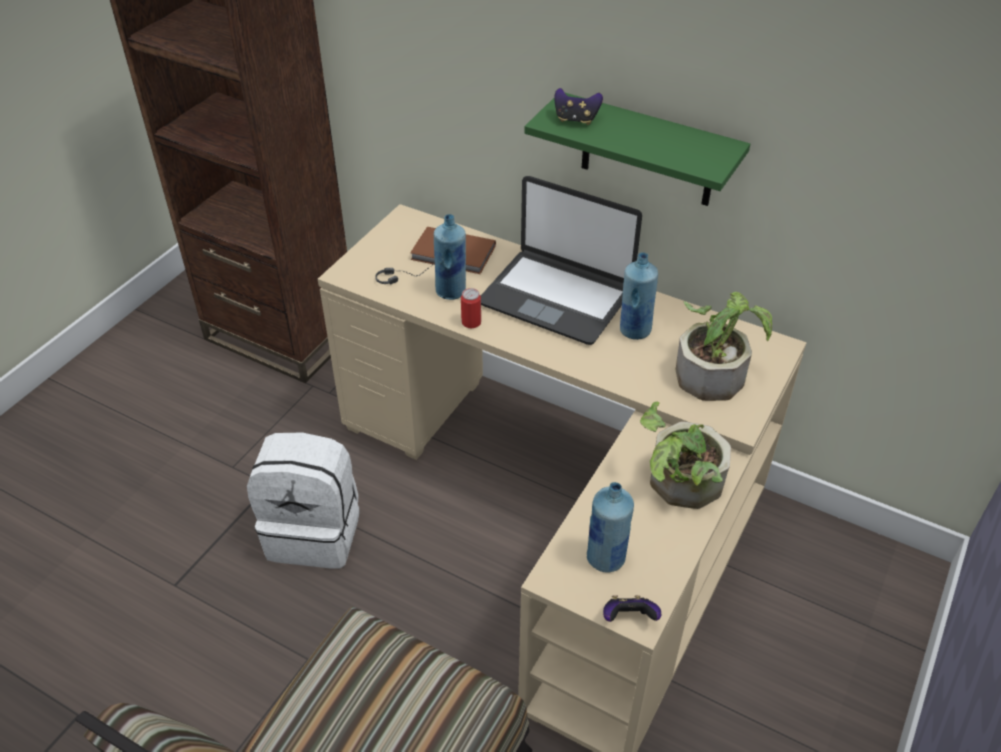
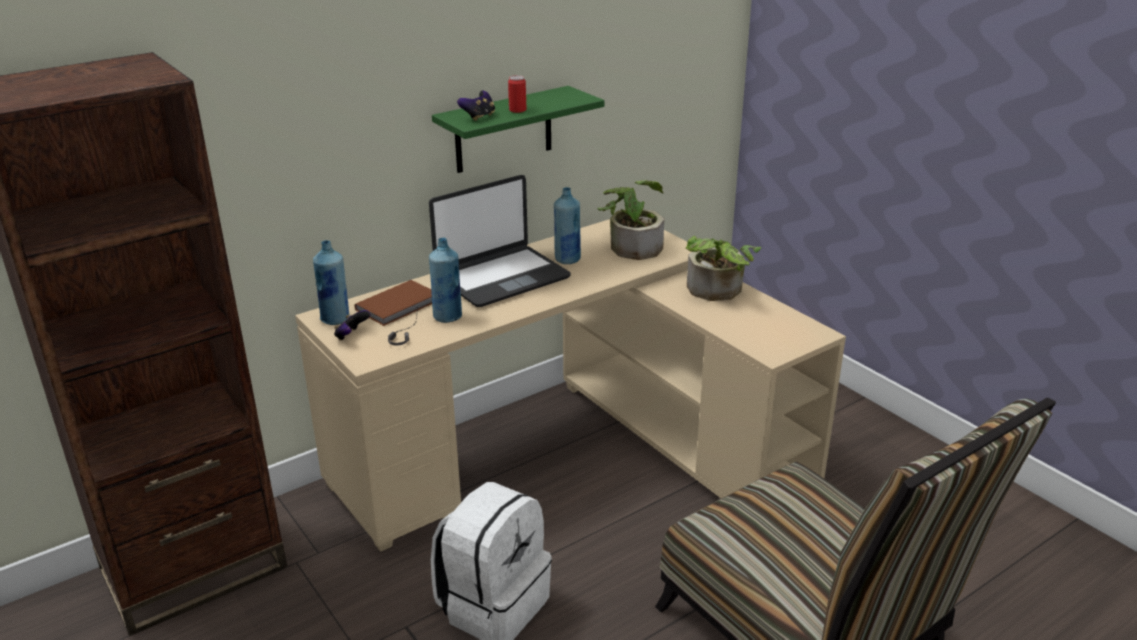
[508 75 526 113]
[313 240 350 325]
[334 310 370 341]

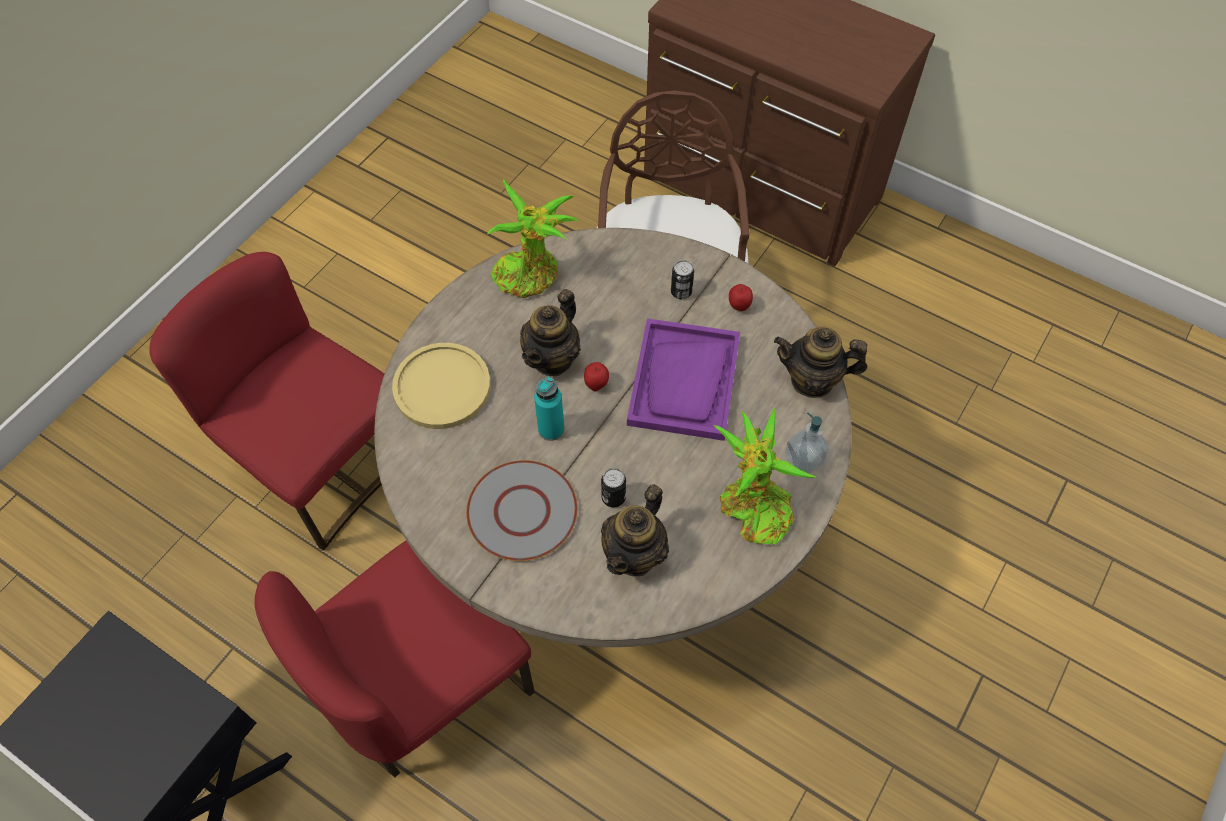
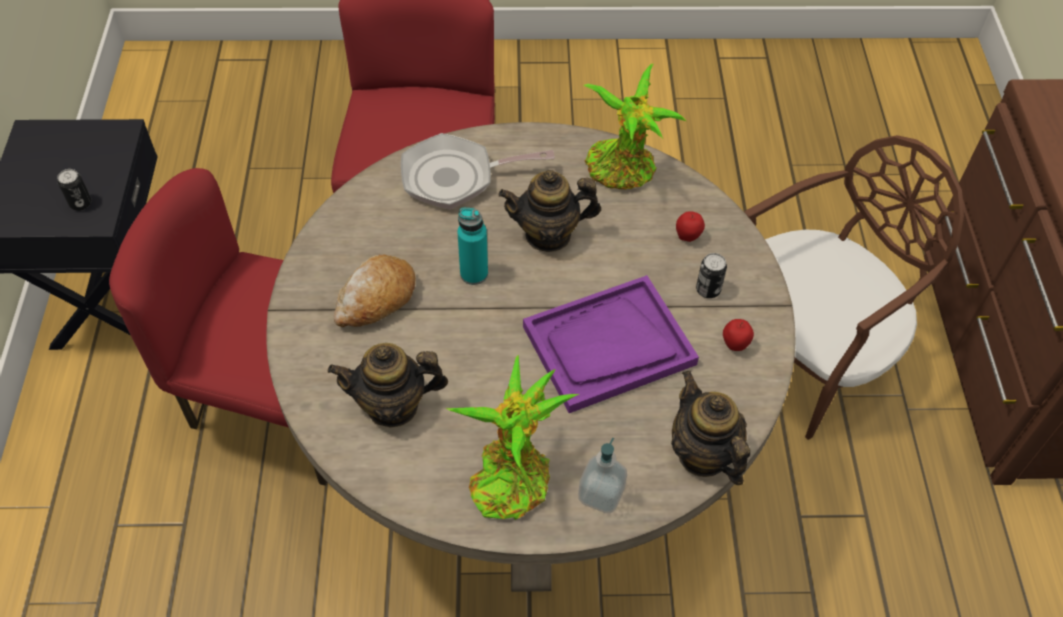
[401 133 555 210]
[676 211 705 242]
[334 254 416 327]
[57 169 91 211]

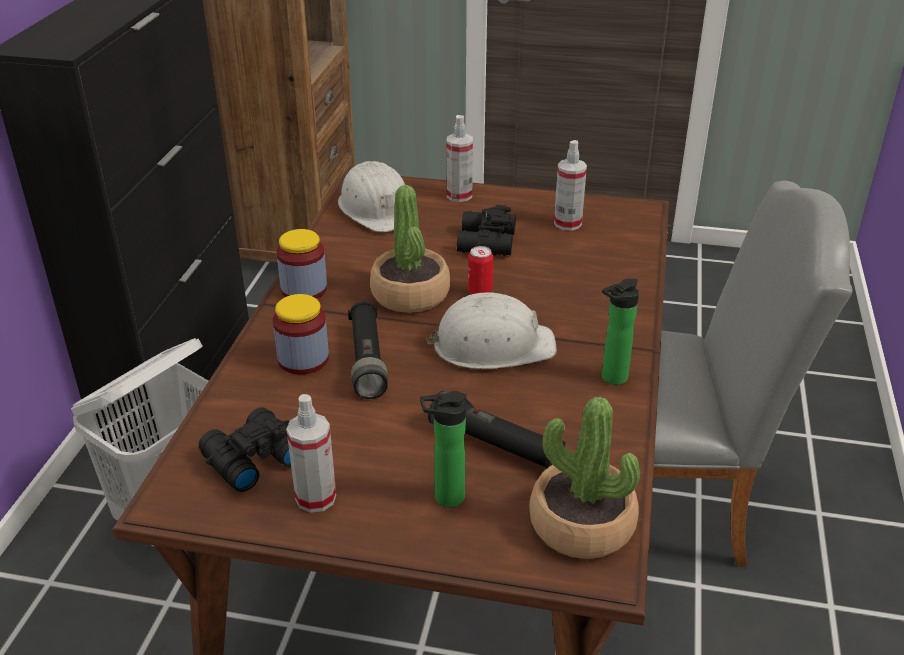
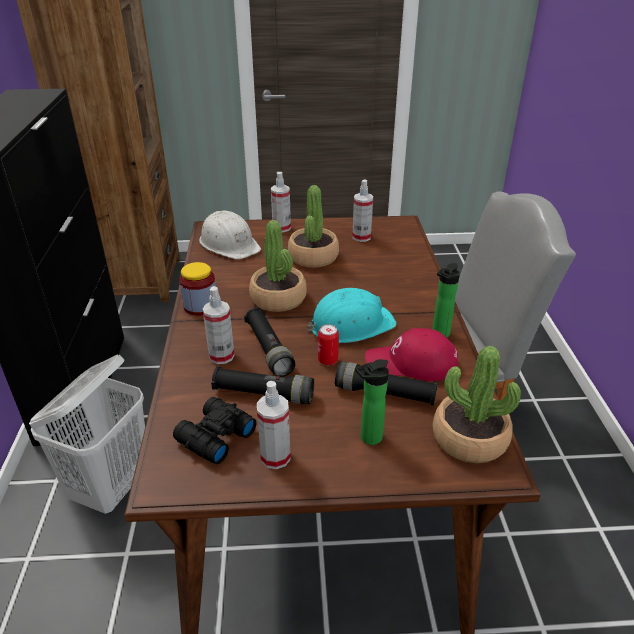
[288 185 339 268]
[318 324 339 365]
[307 288 397 343]
[203 286 235 364]
[365 328 458 381]
[211 367 314 404]

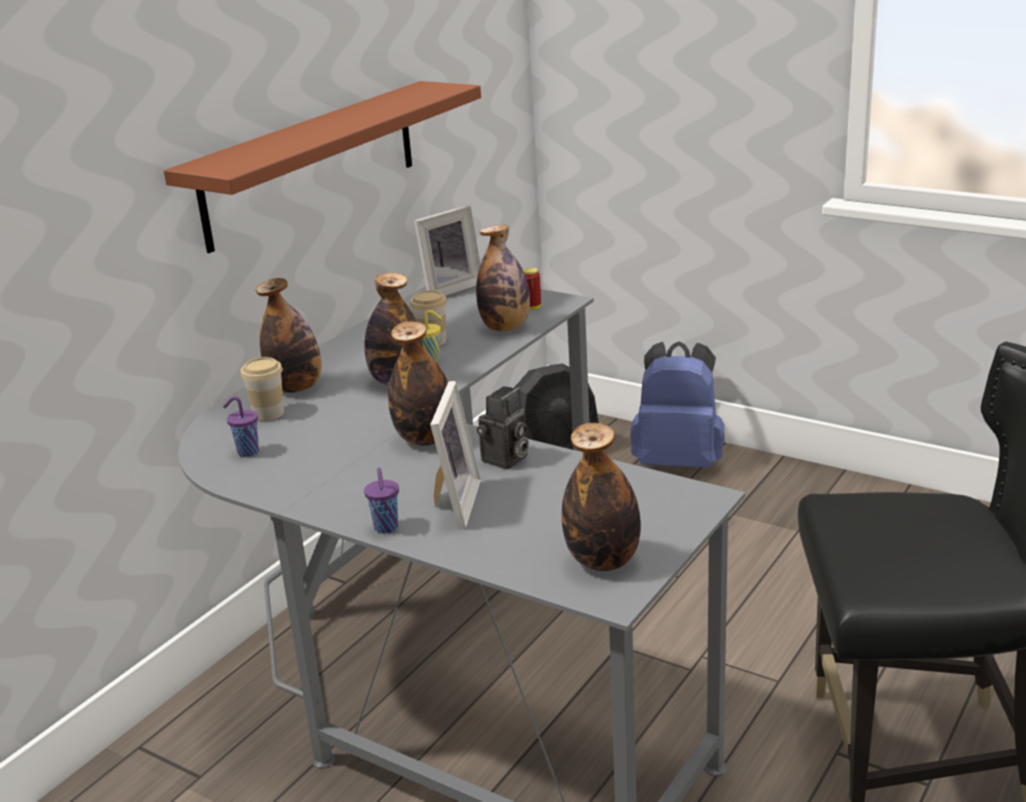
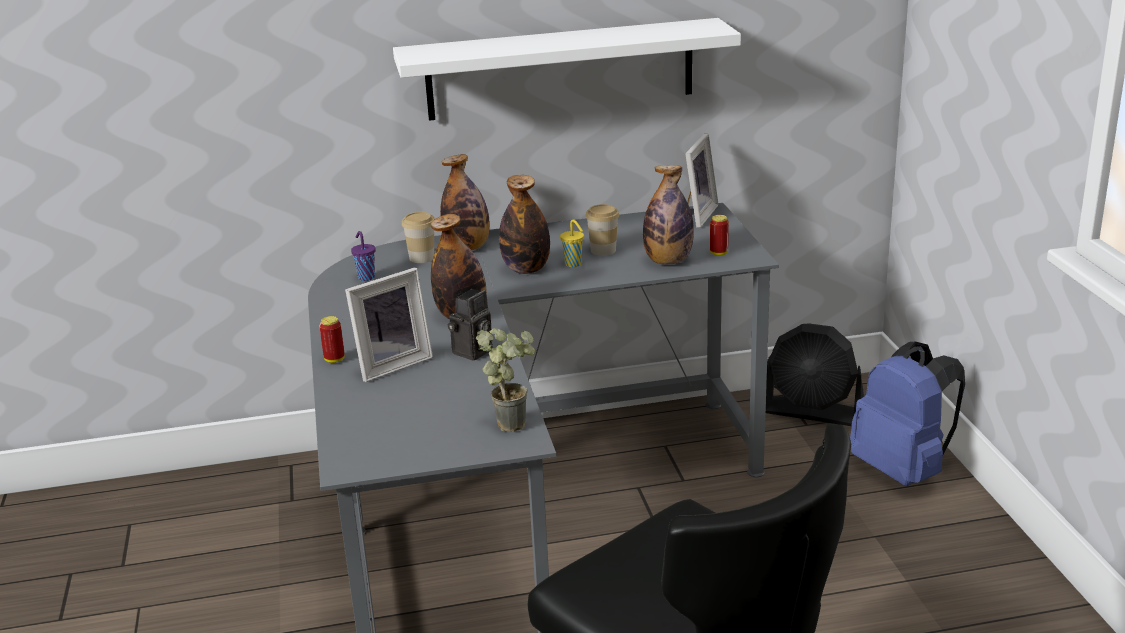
[393 18 741 121]
[685 134 719 228]
[448 289 493 361]
[562 423 641 571] (first image)
[319 316 345 363]
[476 328 535 432]

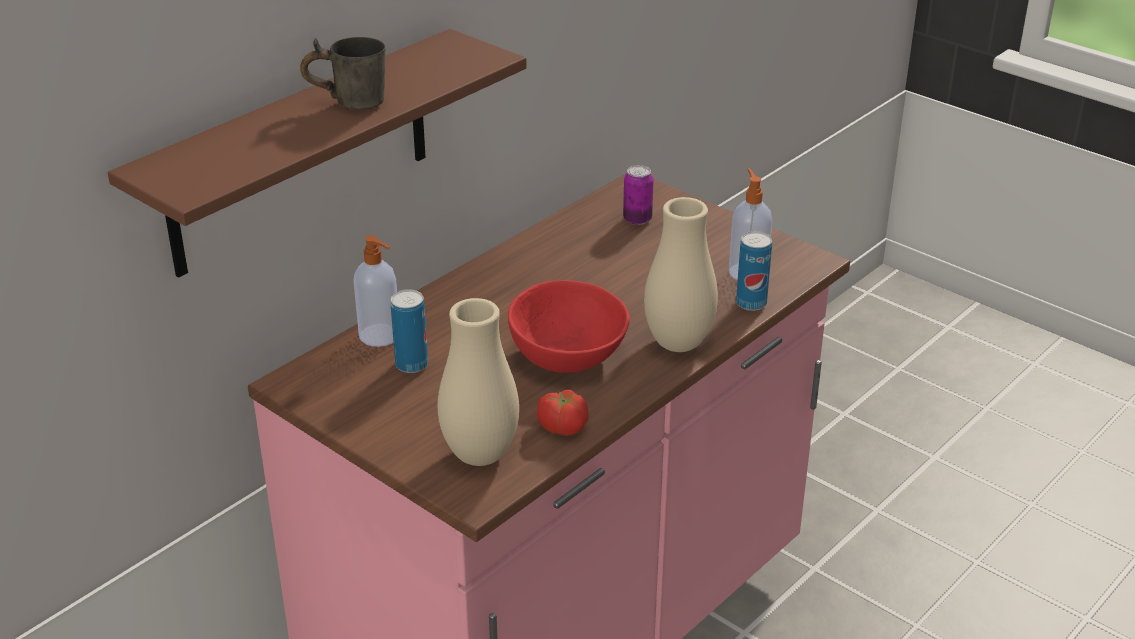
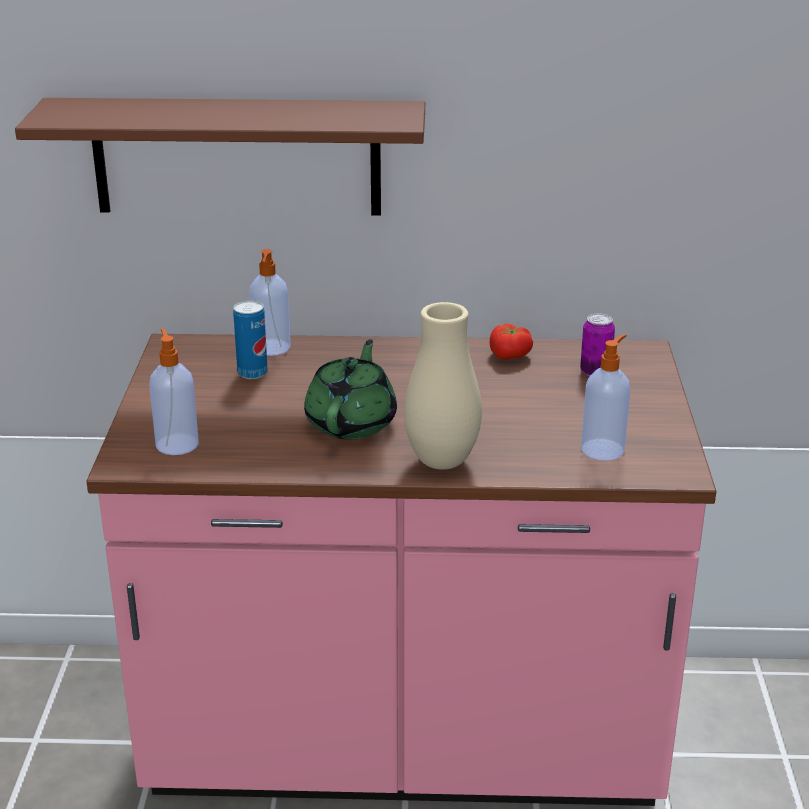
[300 37 386 110] (first image)
[736 231 772 311] (first image)
[304 339 397 439]
[149 328 199 455]
[490 323 533 360]

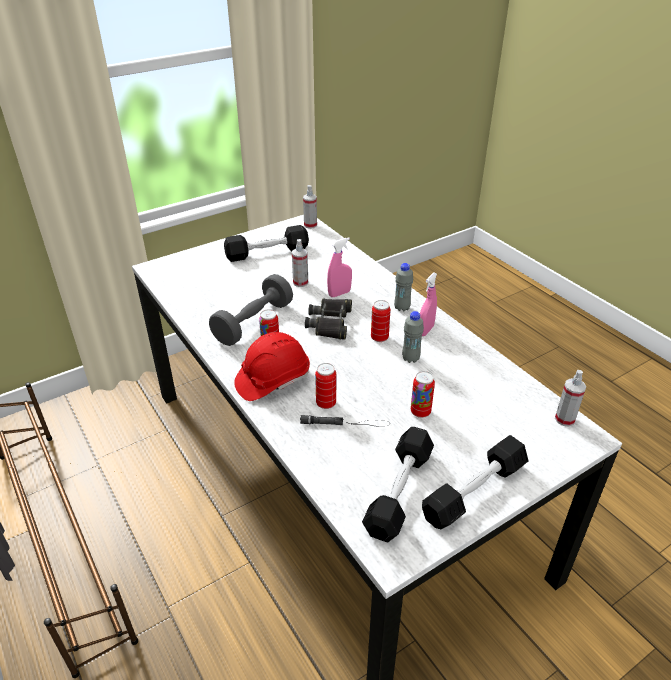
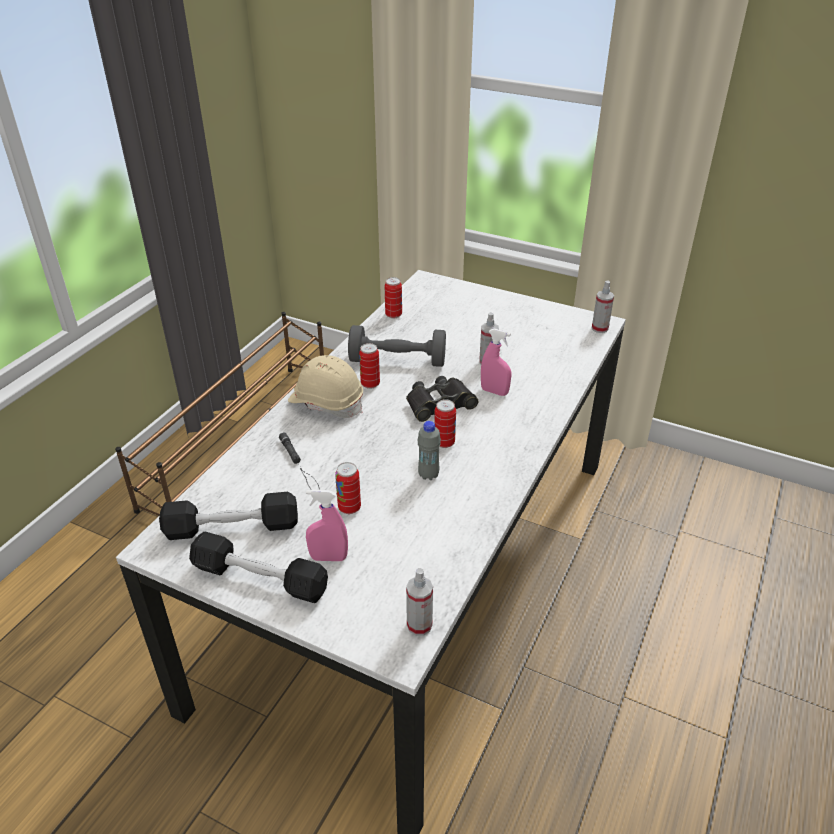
[224 225 309 262] (first image)
[394 263 413 312] (first image)
[306 490 348 561]
[288 355 363 418]
[385 277 402 319]

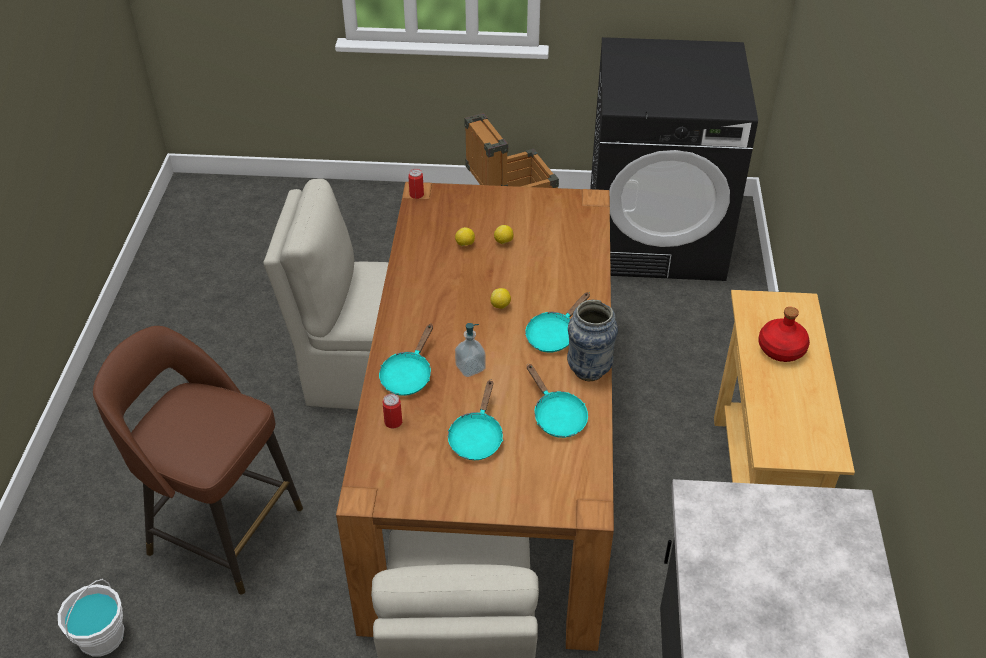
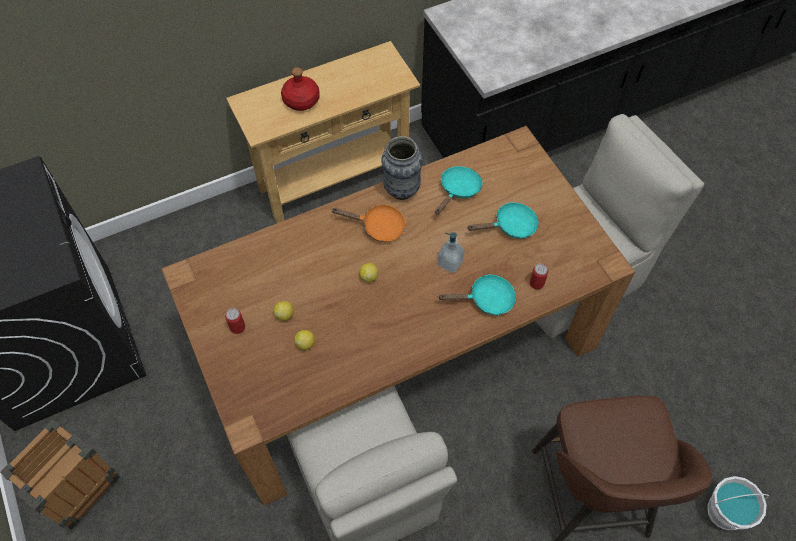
[225 308 245 334]
[331 205 406 242]

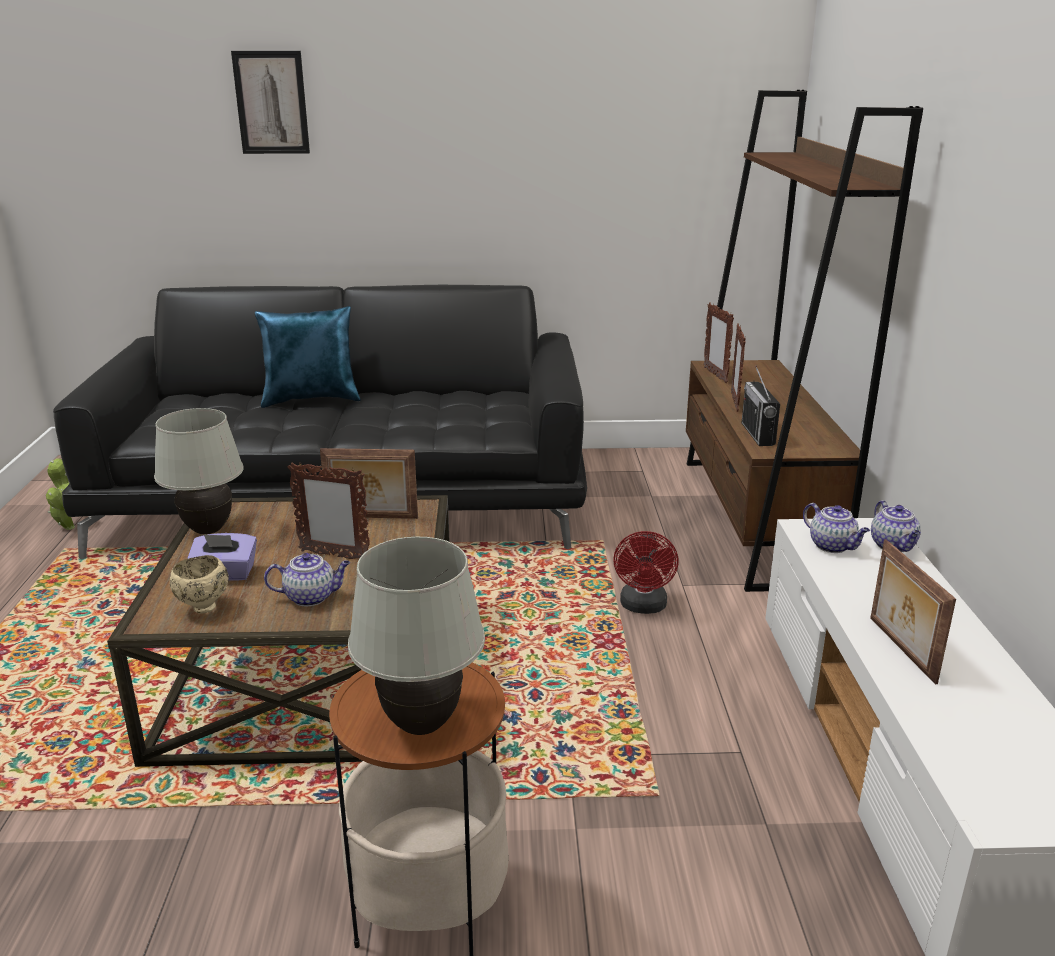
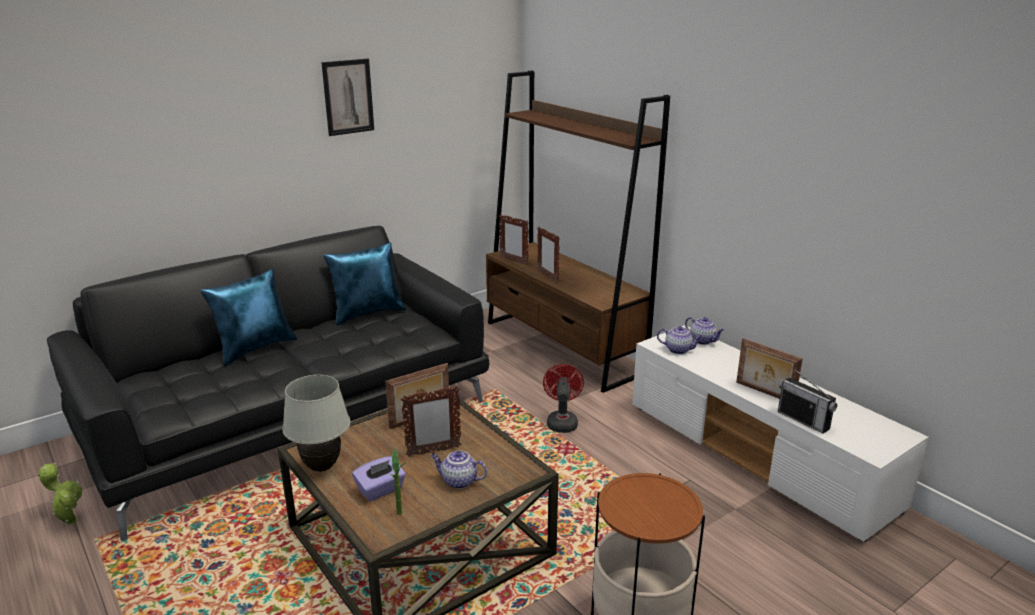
[321 59 374 136]
[778 367 837 434]
[543 364 584 433]
[348 537 485 735] (first image)
[431 451 488 489]
[391 448 405 515]
[323 242 406 325]

